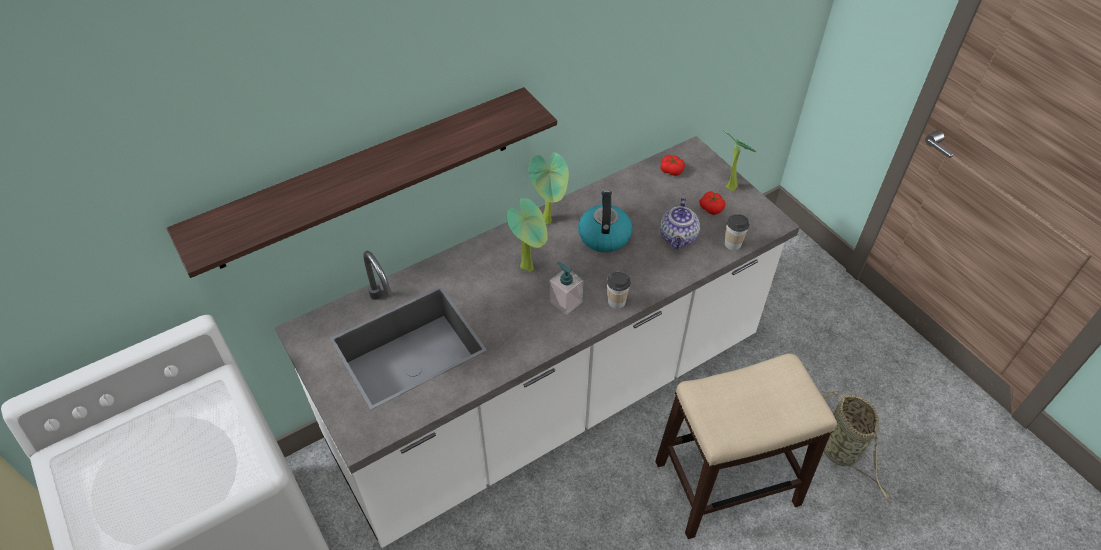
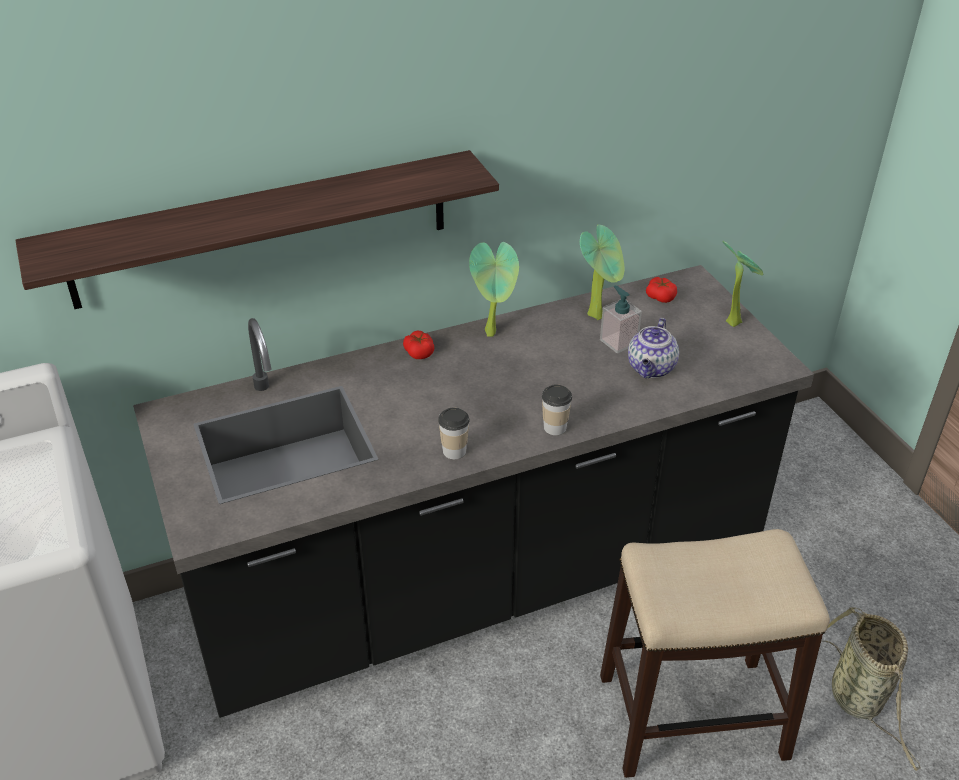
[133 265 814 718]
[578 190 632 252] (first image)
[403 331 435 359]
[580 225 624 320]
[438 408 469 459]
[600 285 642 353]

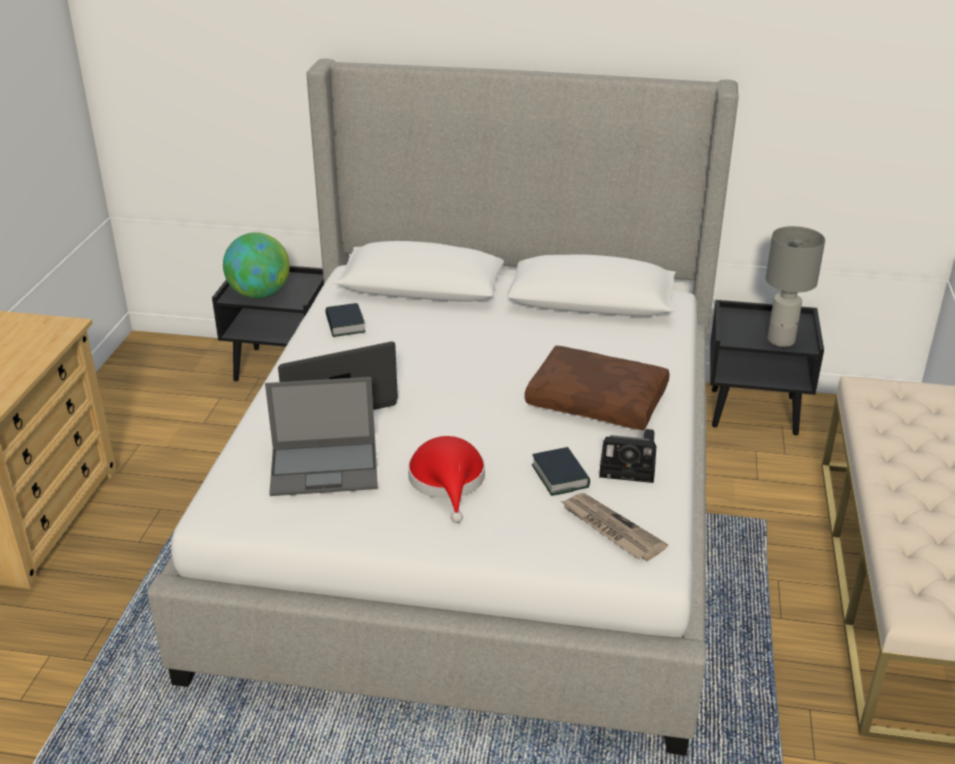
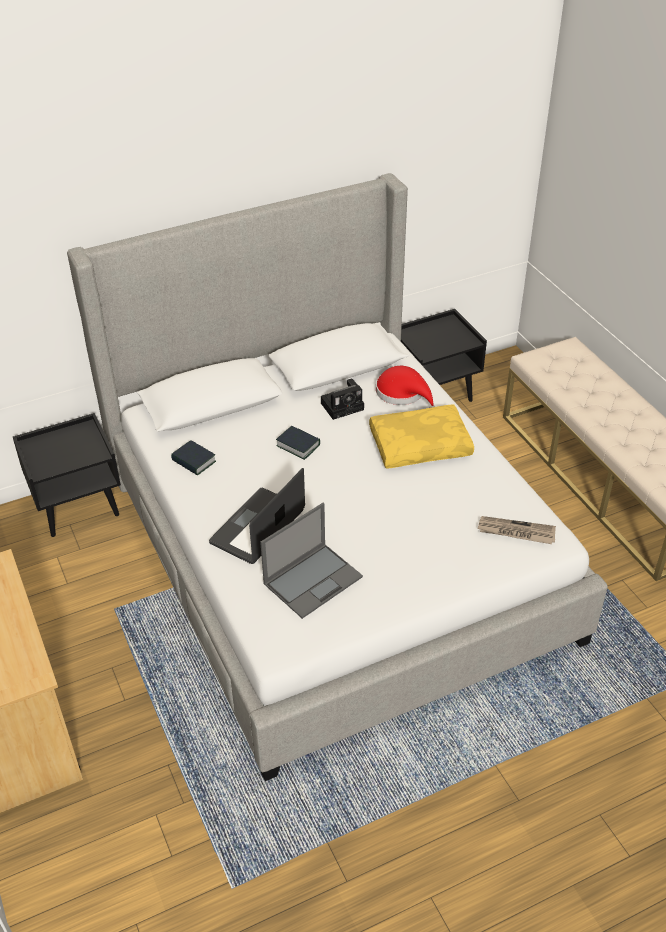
[766 226 825 347] (first image)
[223 232 290 298] (first image)
[369 405 474 468]
[321 379 364 420]
[376 366 436 408]
[276 426 320 460]

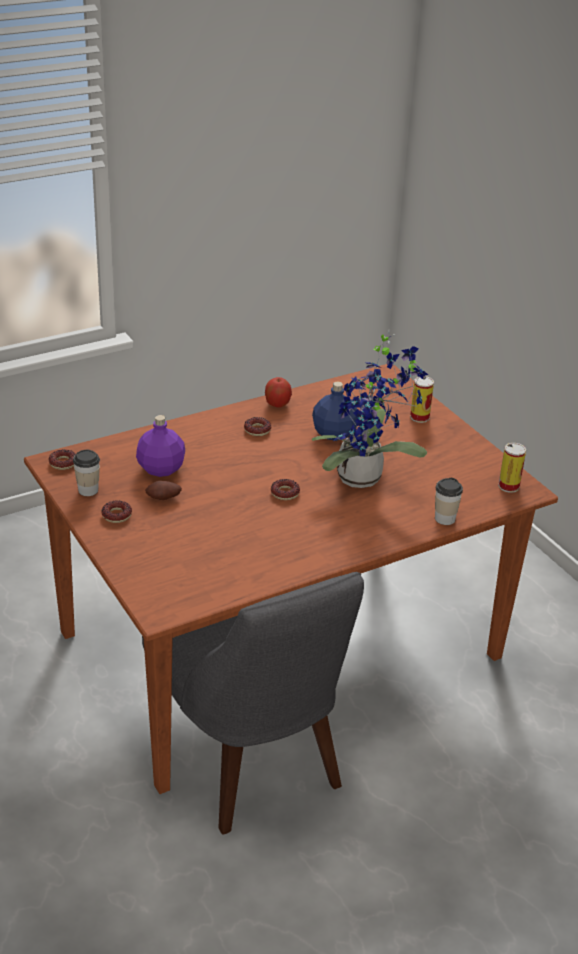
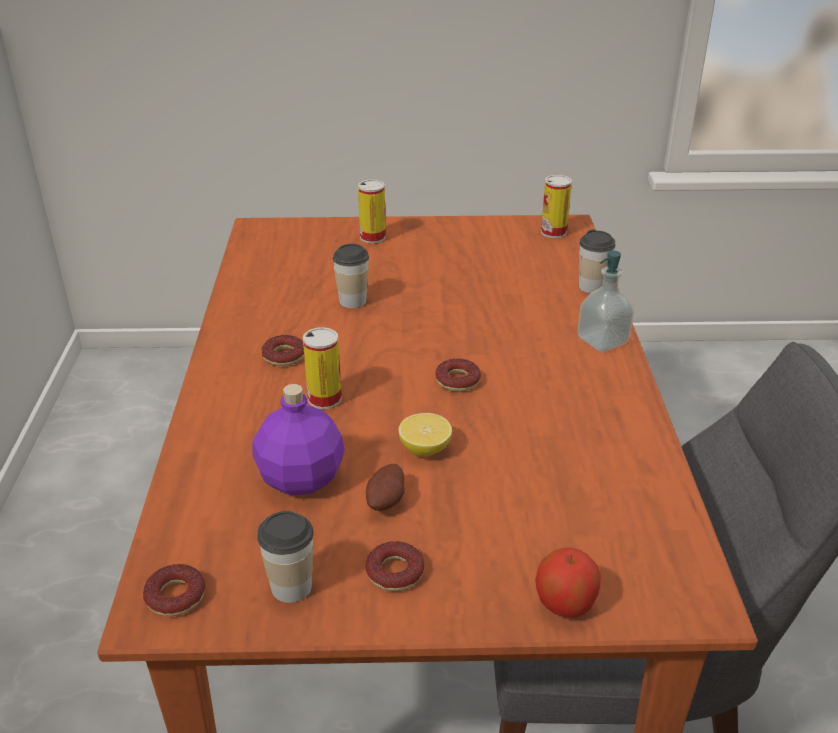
[312 330 428 488] (first image)
[535 547 601 618]
[332 244 369 308]
[577 251 634 352]
[303 327 342 409]
[398 413 452 457]

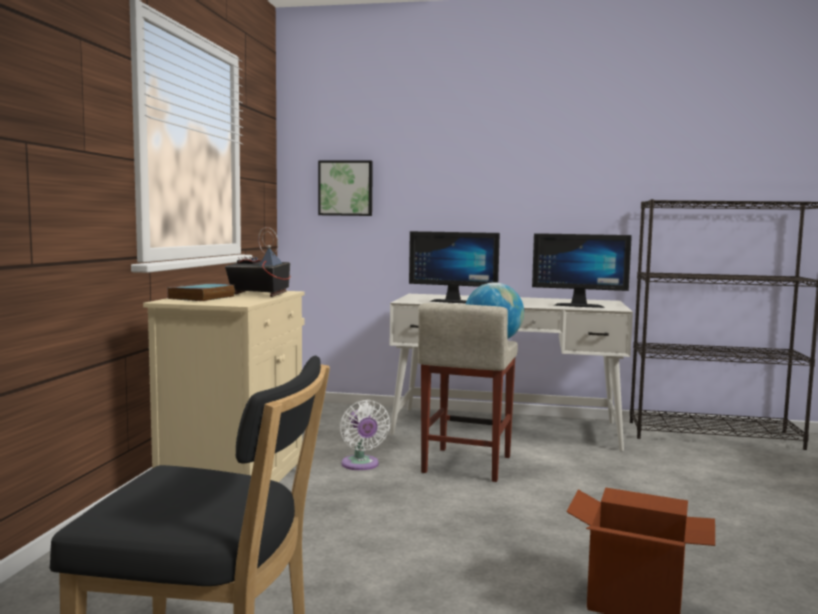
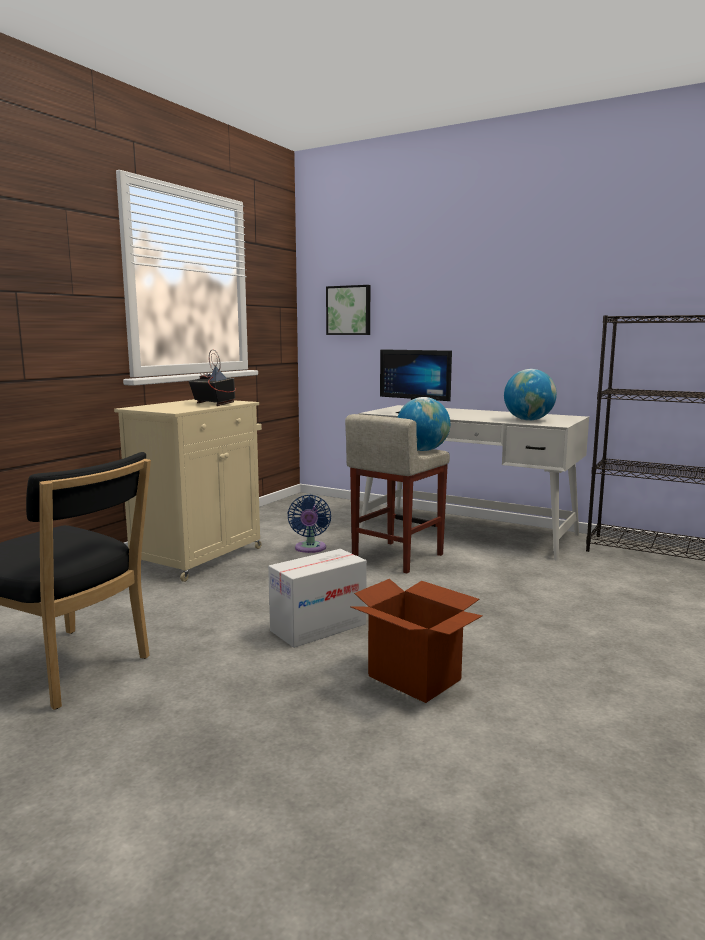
[504 369 557 421]
[167 283 235 301] (first image)
[287 495 331 553]
[268 549 367 648]

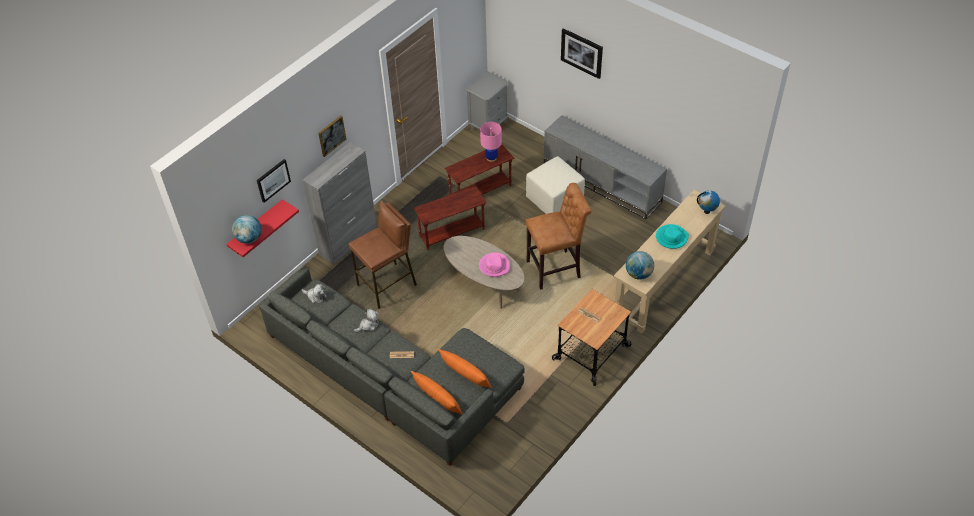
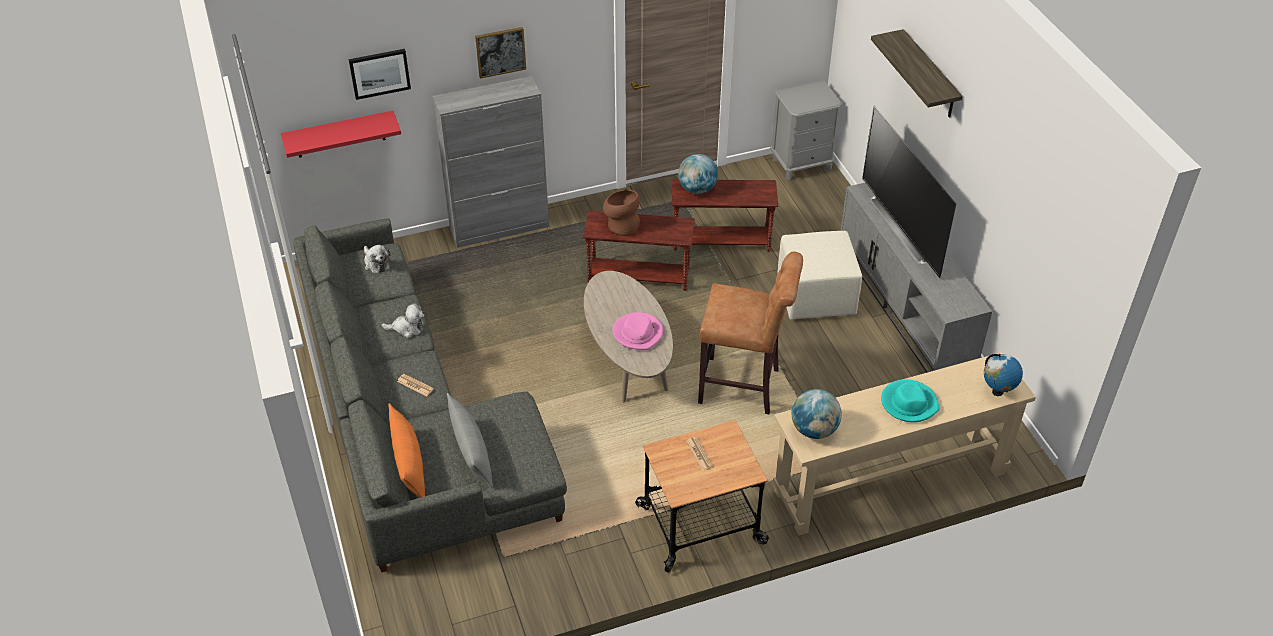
[871 29 963 118]
[480 122 502 162] (first image)
[349 201 417 309] (first image)
[678 154 718 194]
[447 393 493 488]
[862 106 956 278]
[603 189 640 236]

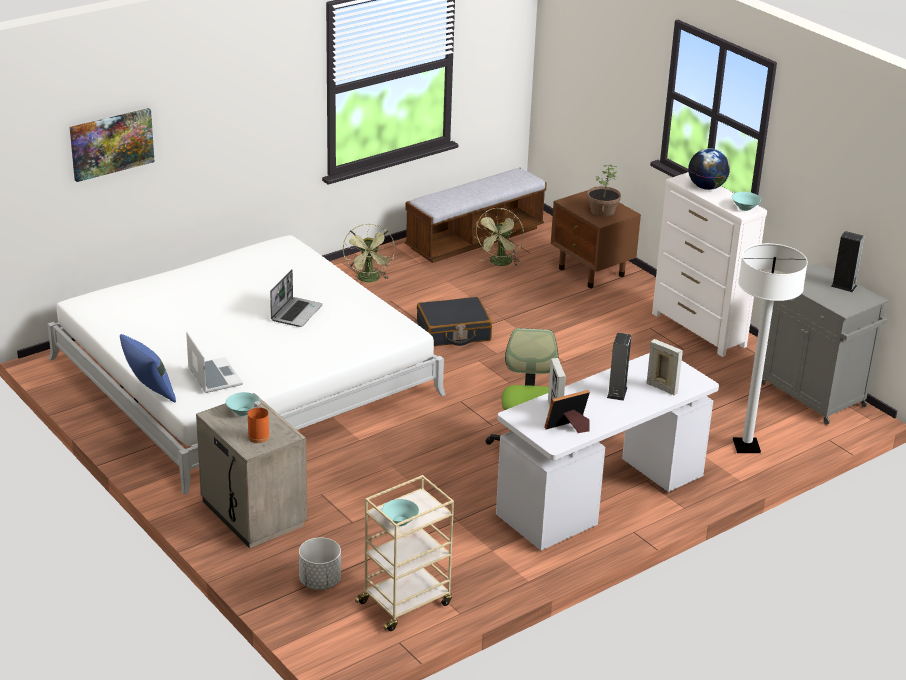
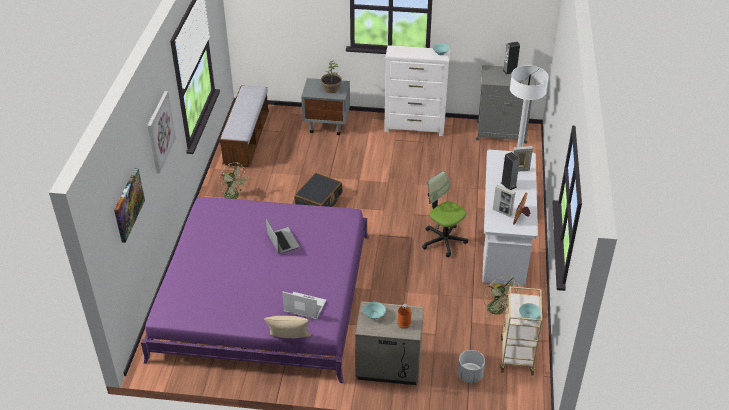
[688 148 730 190] (first image)
[301 78 350 135]
[483 276 521 318]
[141 197 369 383]
[264 316 311 338]
[147 91 176 173]

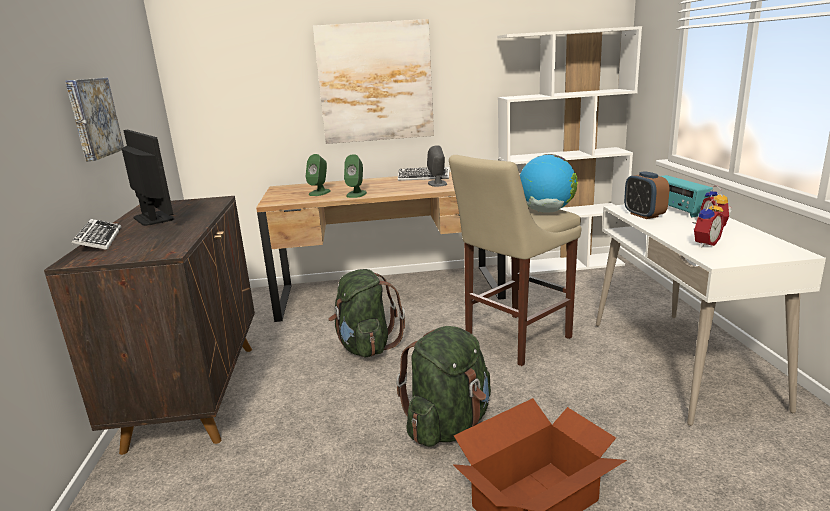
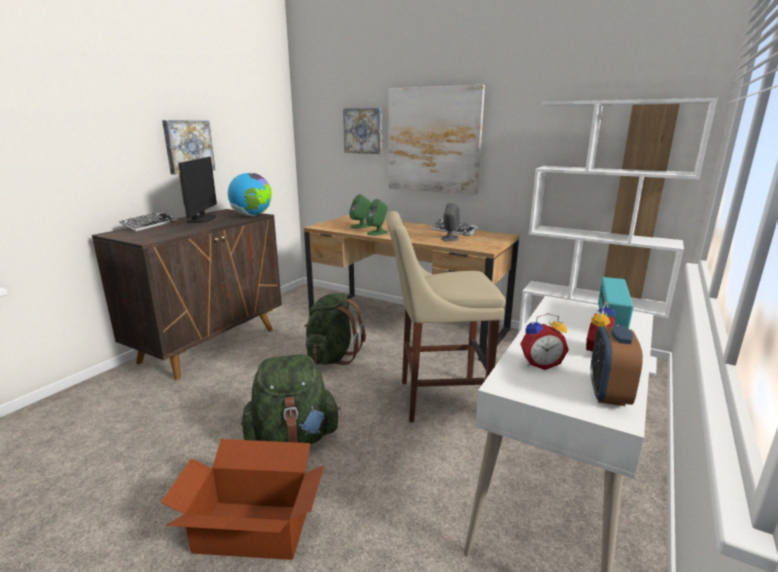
[228 173 272 216]
[590 325 643 406]
[343 108 382 154]

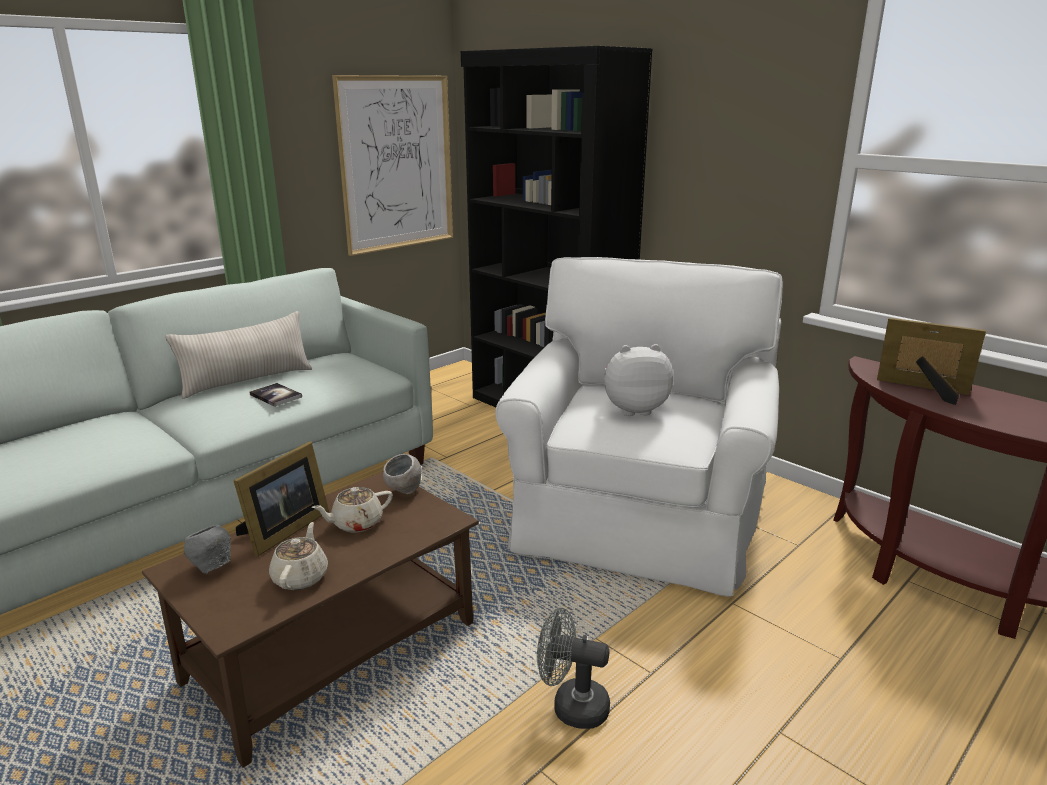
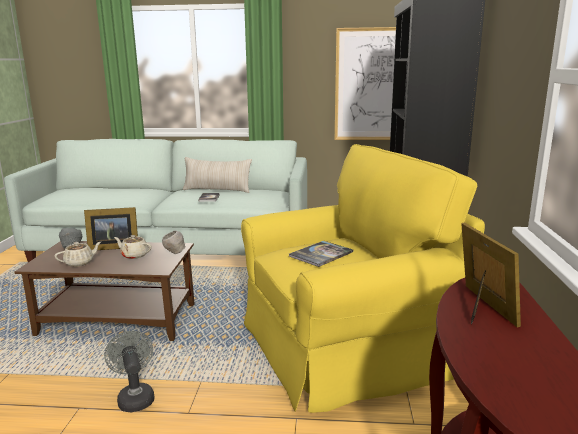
[241 144 485 413]
[289 241 353 267]

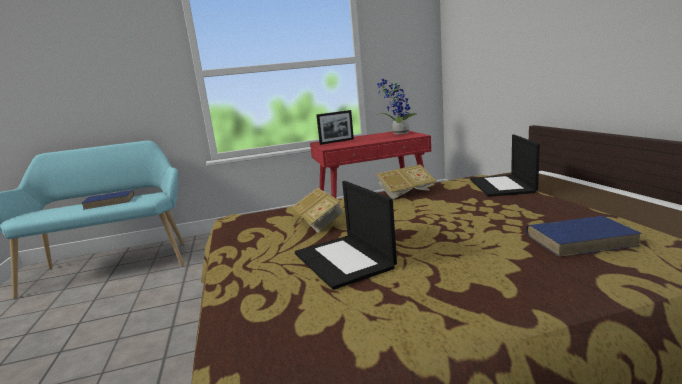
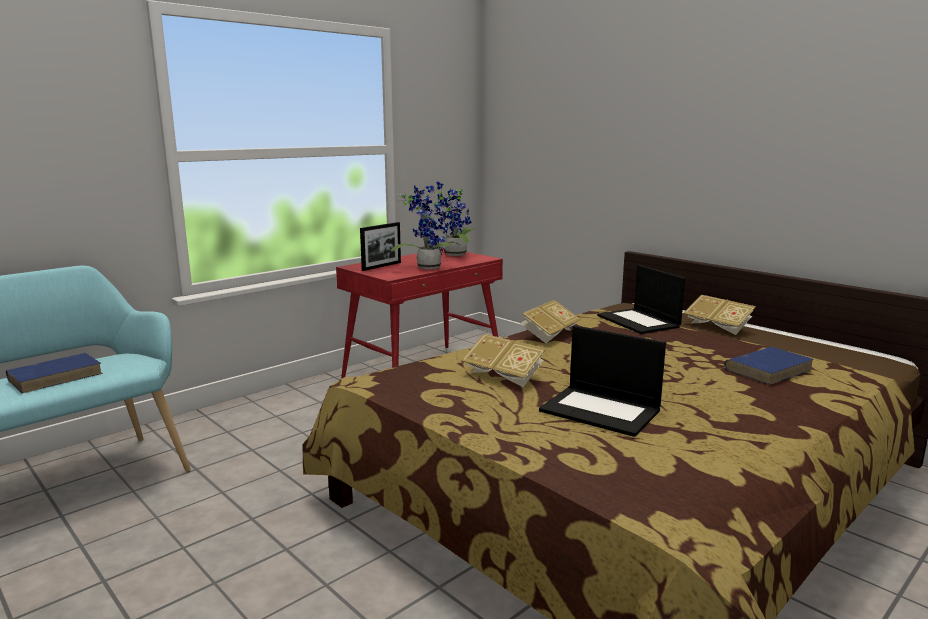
[391 185 462 270]
[683 295 756 335]

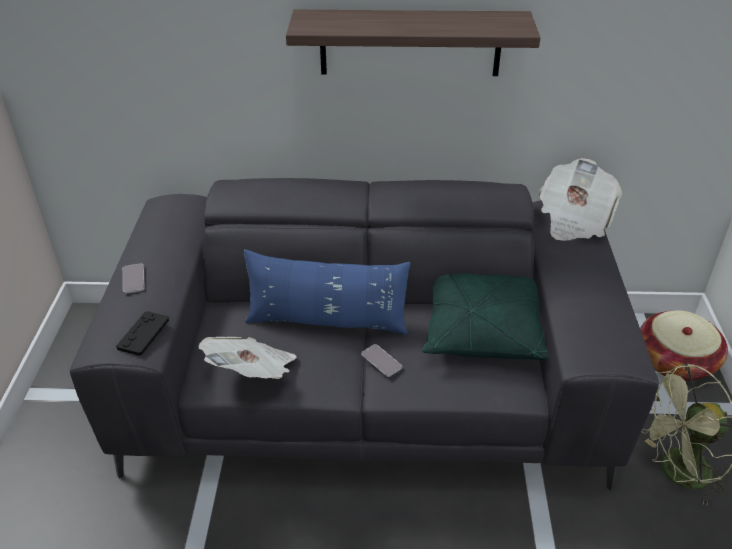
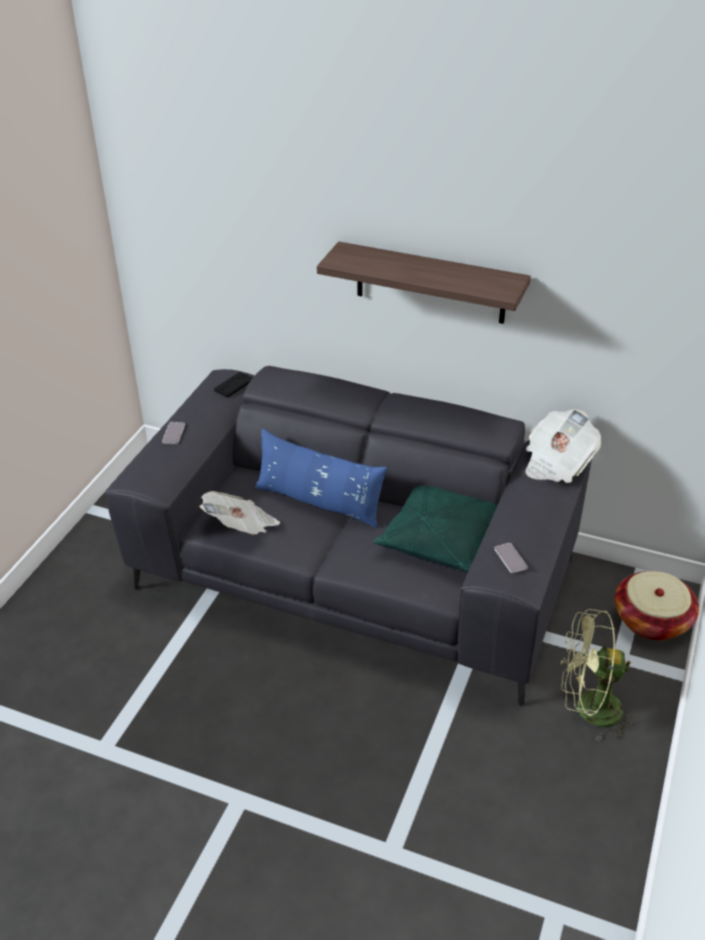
[214 372 253 397]
[494 543 528 573]

